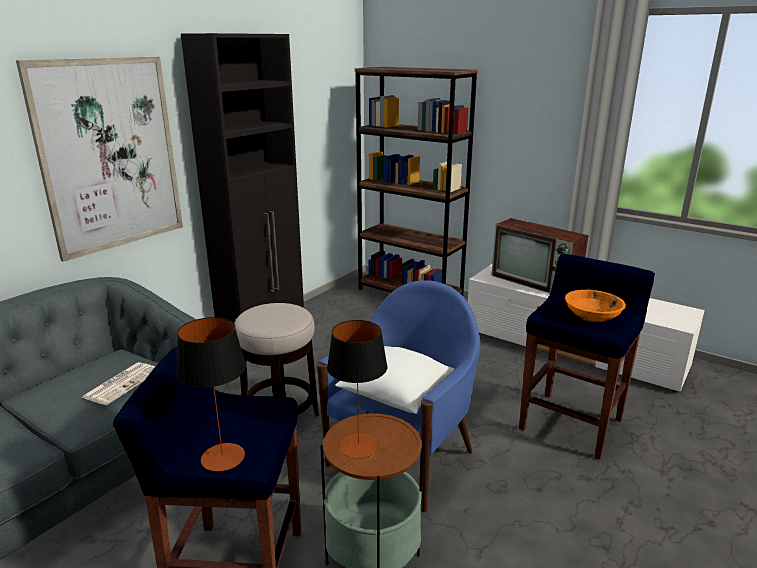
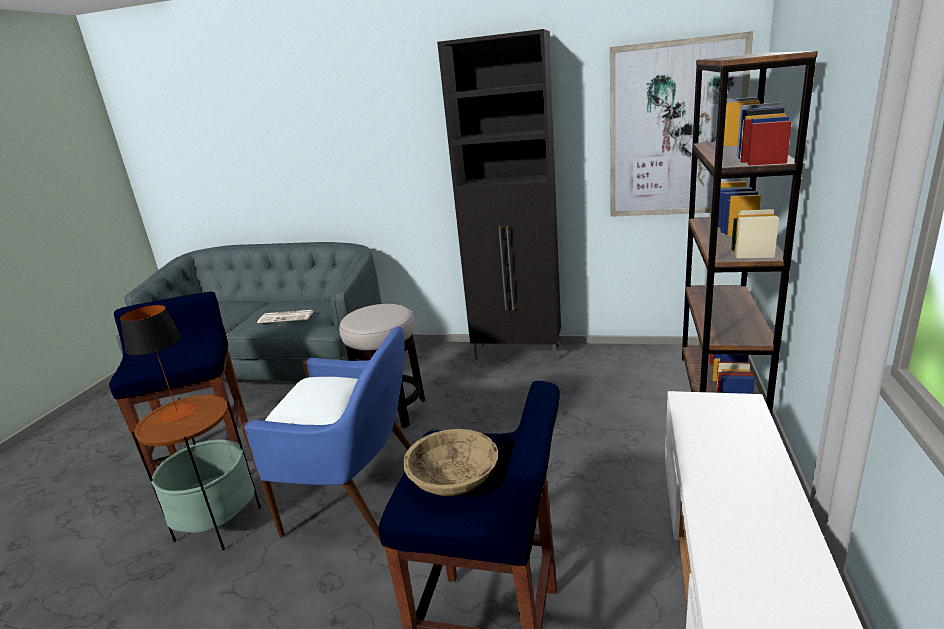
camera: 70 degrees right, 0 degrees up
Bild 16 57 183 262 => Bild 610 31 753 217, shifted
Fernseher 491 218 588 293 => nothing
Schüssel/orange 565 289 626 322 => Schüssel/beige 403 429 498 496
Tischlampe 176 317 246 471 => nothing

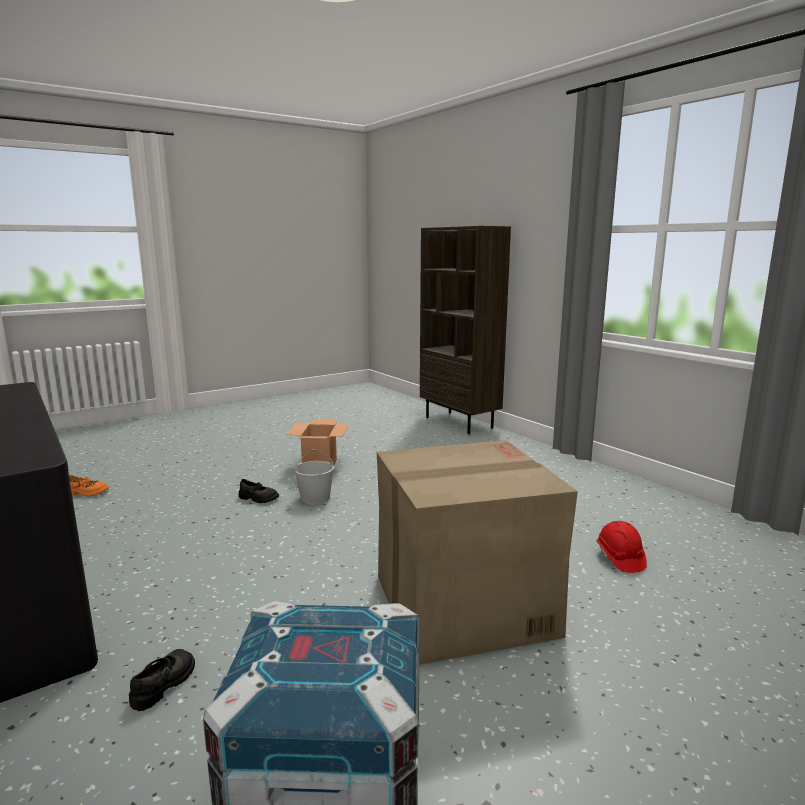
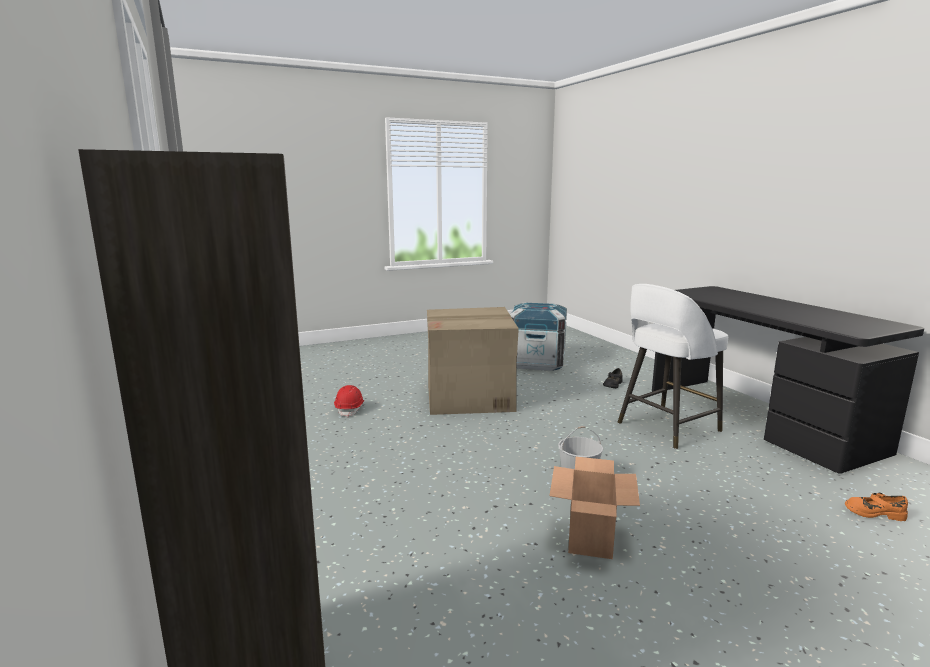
camera: 170 degrees left, 0 degrees up
Schuh/schwarz 239 479 279 503 => nothing
nothing => Hocker/weiß 618 284 728 449

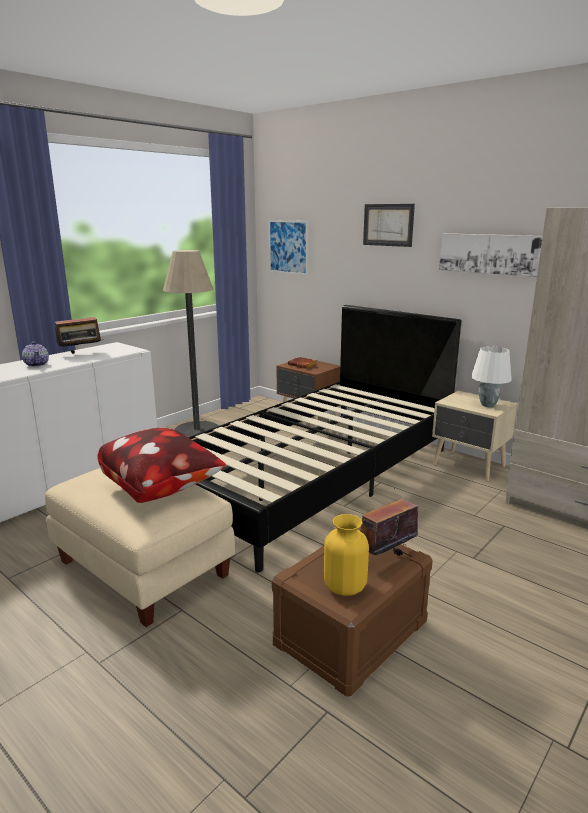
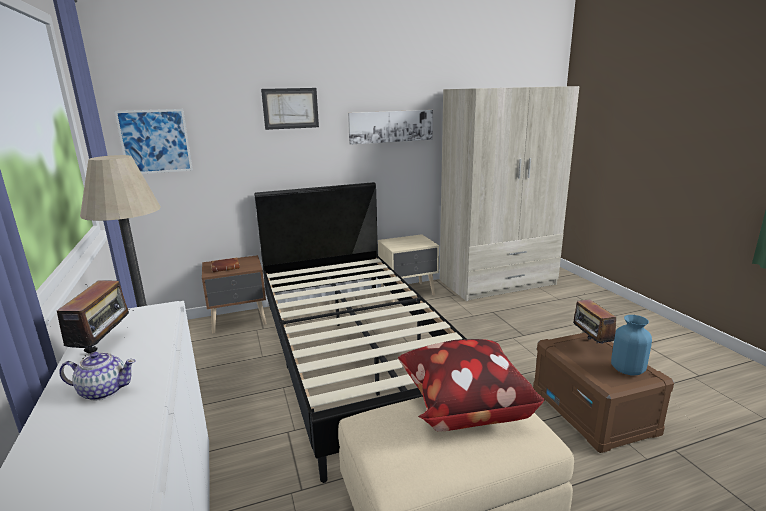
camera: 60 degrees left, 0 degrees up
Tischlampe/weiß 471 346 512 407 => nothing
Vase/gelb 324 514 369 596 => Vase/blau 611 315 652 375

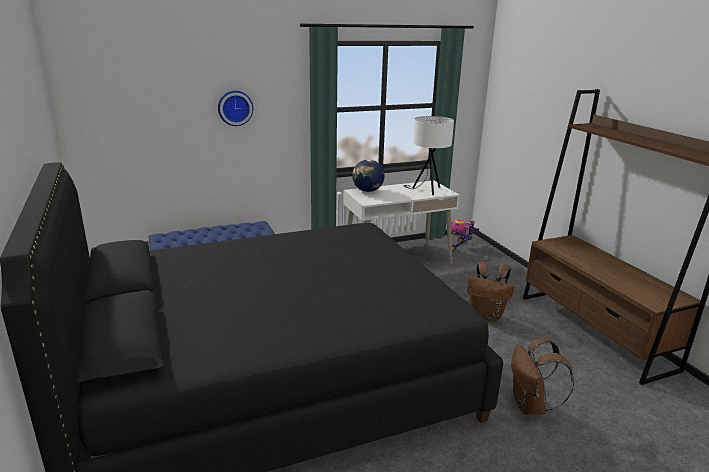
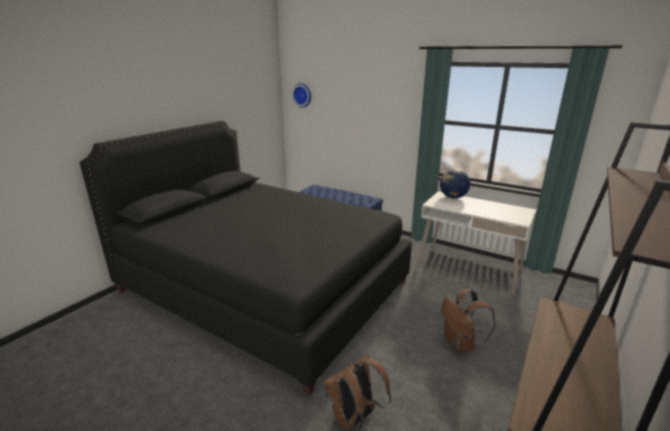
camera: 55 degrees right, 0 degrees up
Wanduhr 218 91 253 126 => Wanduhr 292 83 311 108, shifted
Tischlampe/weiß 404 116 454 195 => nothing
Spielzeugroboter 451 220 479 251 => nothing

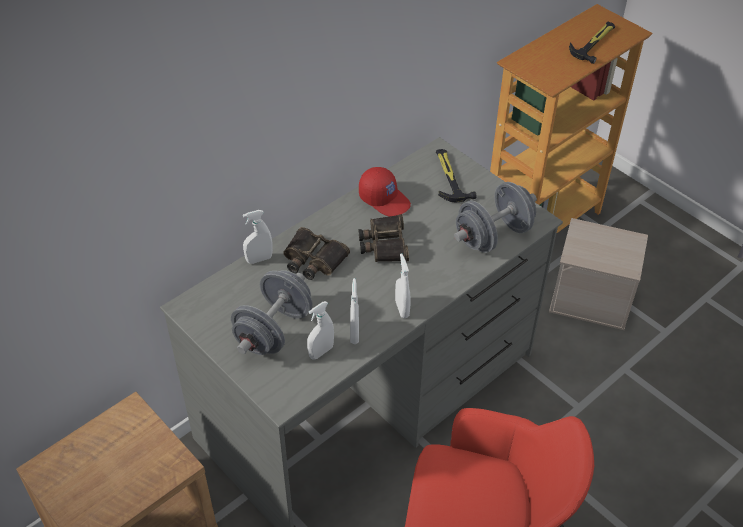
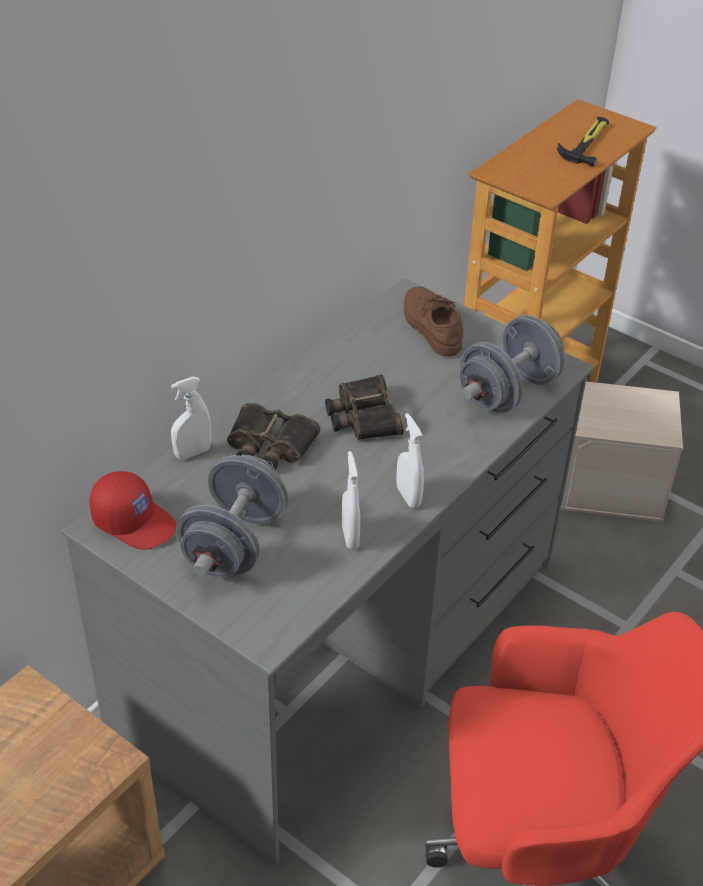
camera: 10 degrees left, 5 degrees down
Hammer 436 149 477 202 => Schuh/braun 404 286 463 356
Kappe/rot 359 167 411 216 => Kappe/rot 89 471 177 550, shifted
Sprühflasche/weiß 307 301 334 360 => nothing

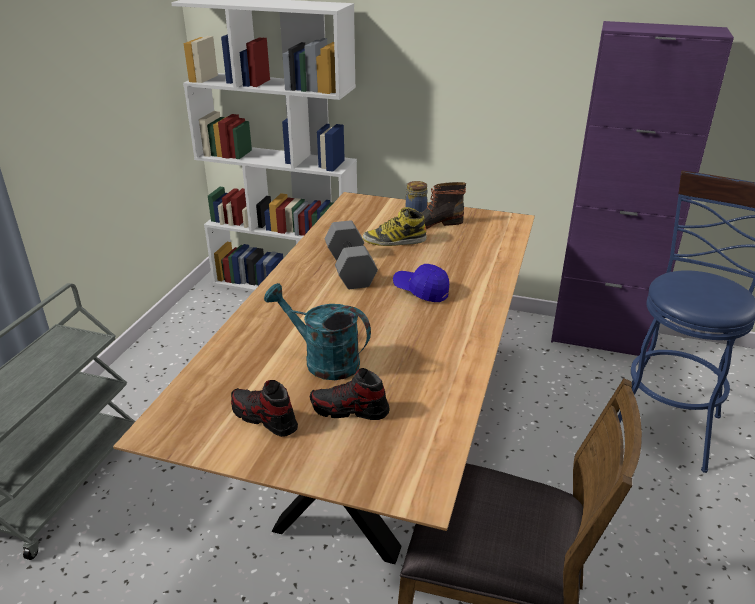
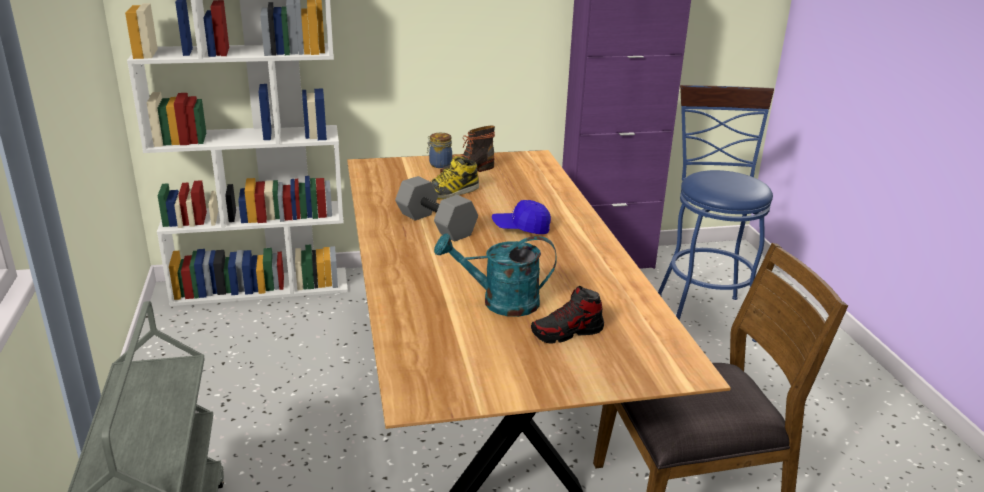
camera: 30 degrees left, 5 degrees down
Schuh 231 380 298 437 => nothing

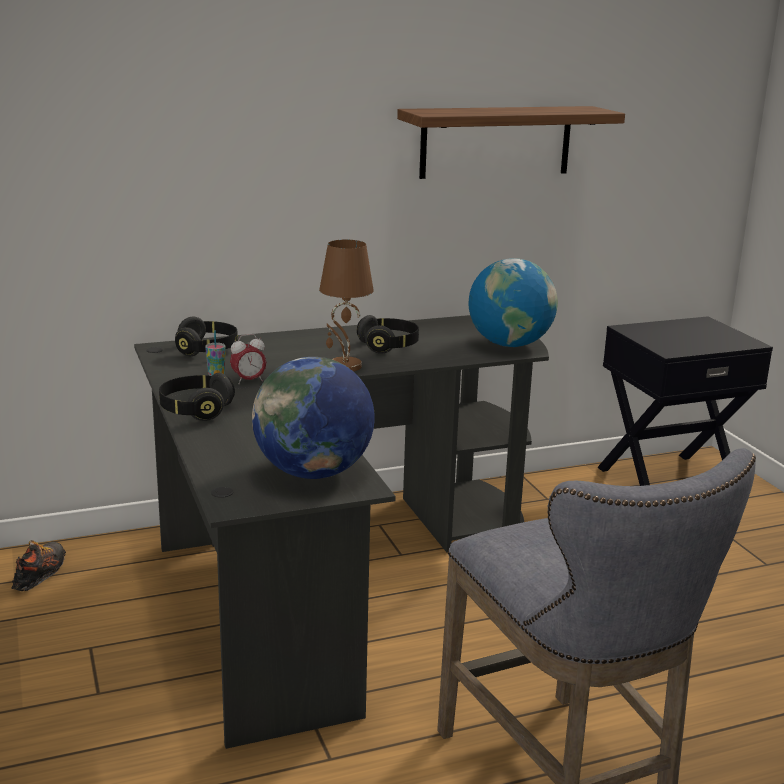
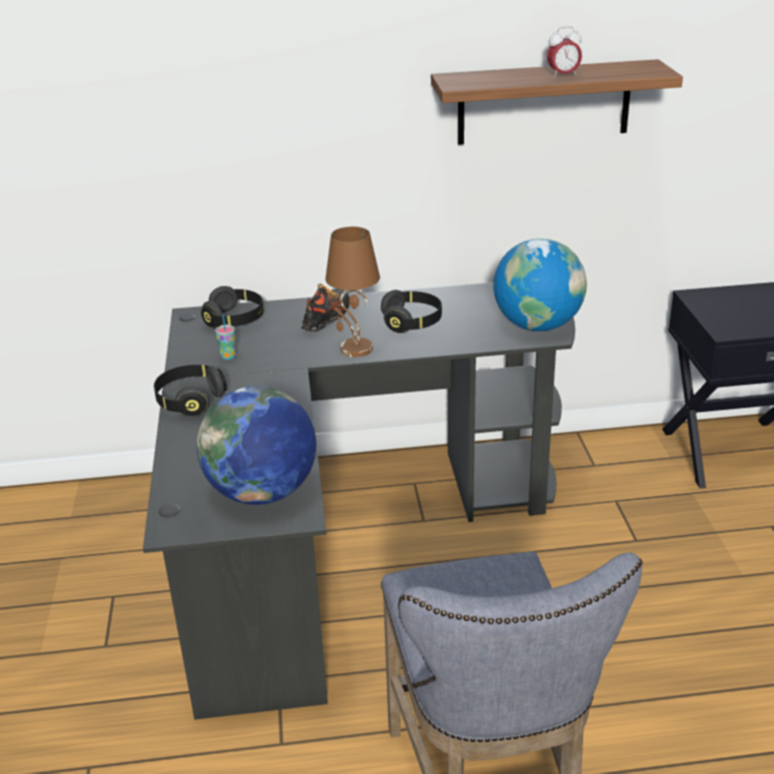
camera: 15 degrees right, 10 degrees up
Wecker 230 334 266 384 => Wecker 547 27 582 78, shifted
Schuh 11 540 66 591 => Schuh 301 284 350 332, shifted

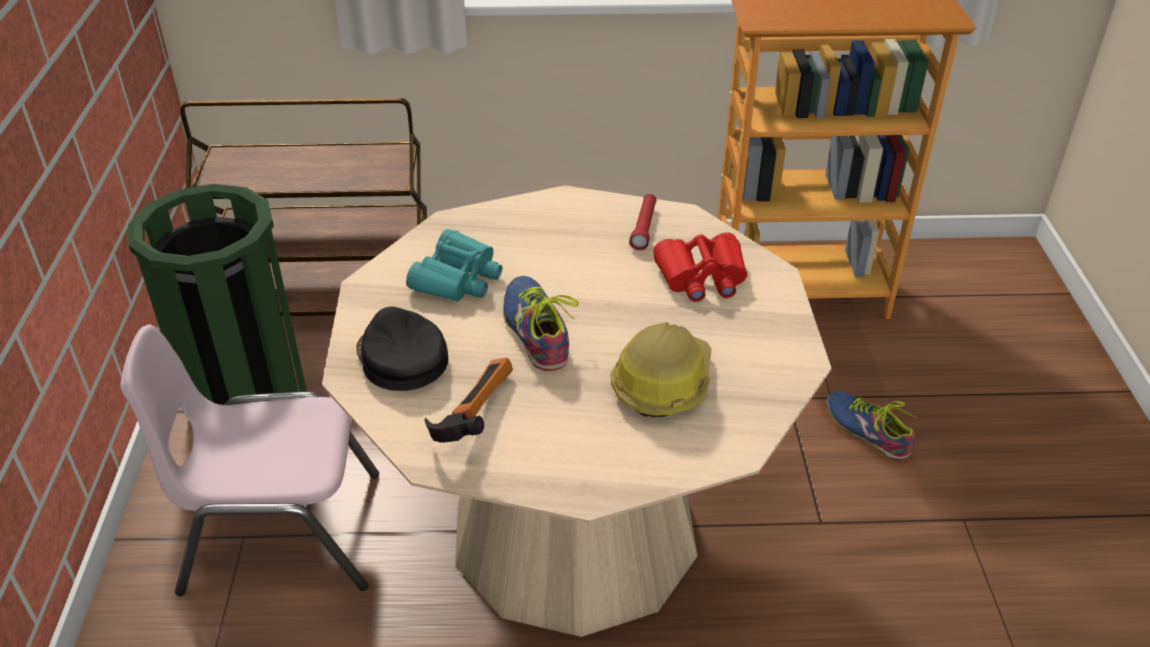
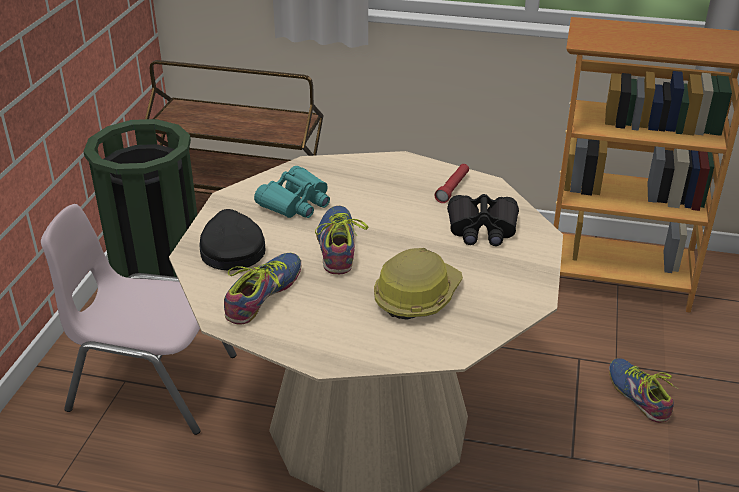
camera: 15 degrees right, 5 degrees down
Fernglas/rot 653 232 747 302 => Fernglas/schwarz 447 194 519 246
Hammer 424 358 513 443 => Schuh 224 253 301 325

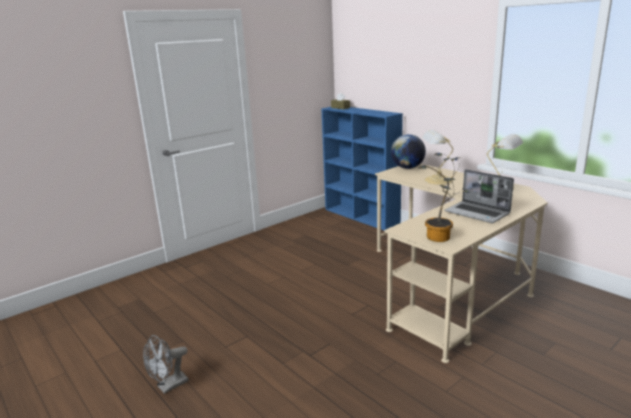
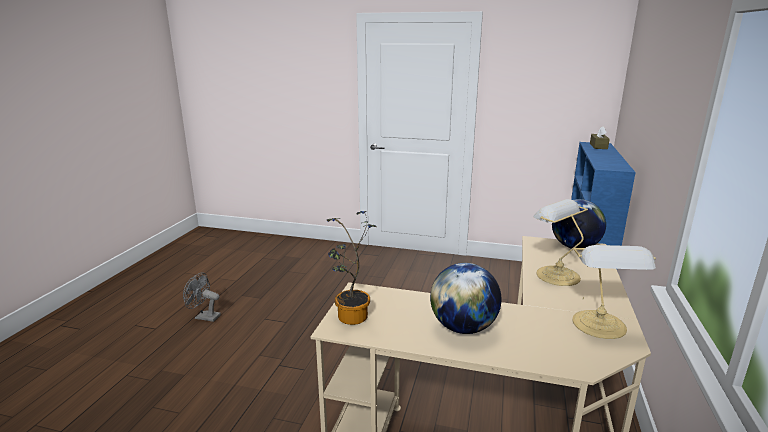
camera: 55 degrees right, 0 degrees up
Laptop 444 169 514 223 => Globus 430 263 501 334

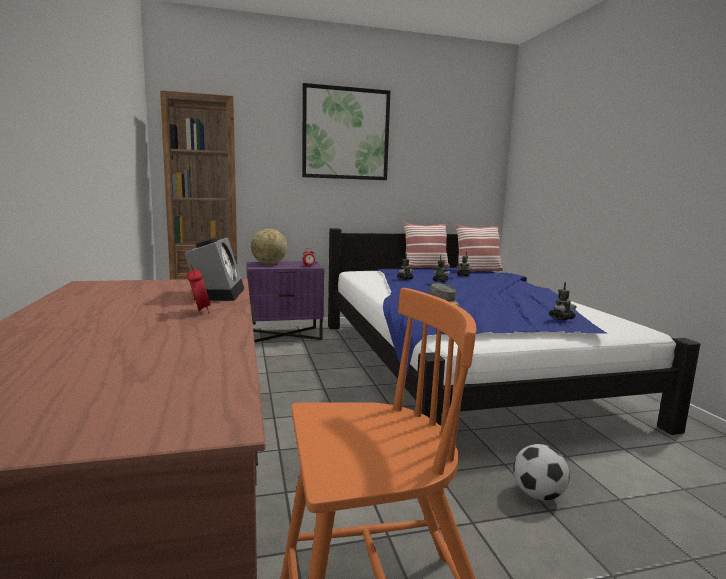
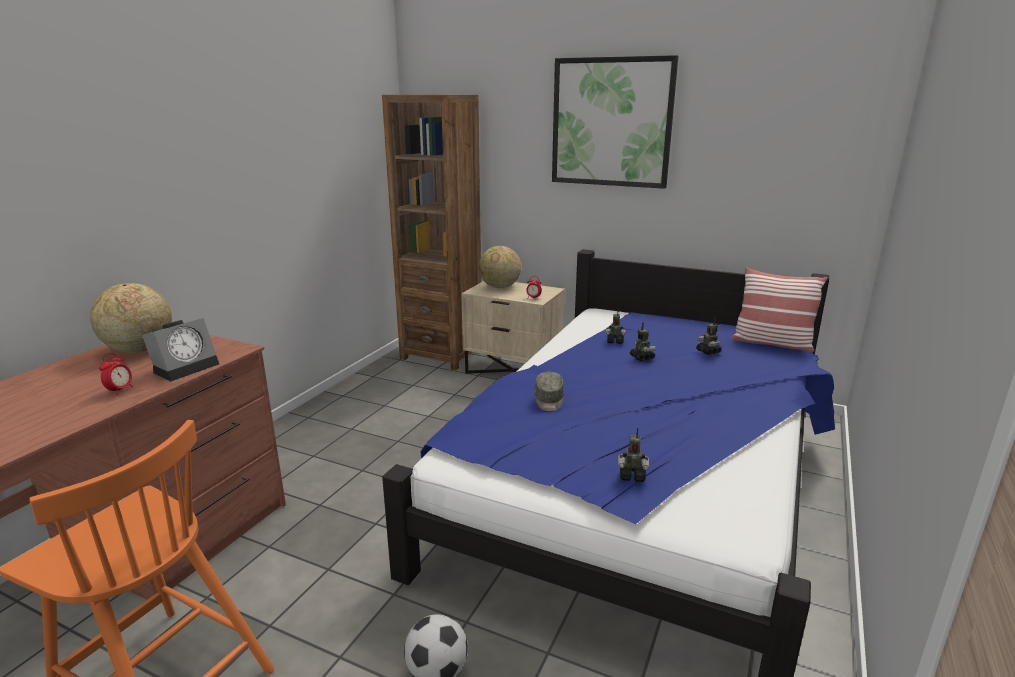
camera: 40 degrees right, 10 degrees up
Kissen 403 222 450 268 => nothing
Nachttisch/lila 246 261 324 342 => Nachttisch/beige 461 281 565 374
nothing => Globus 90 283 172 353

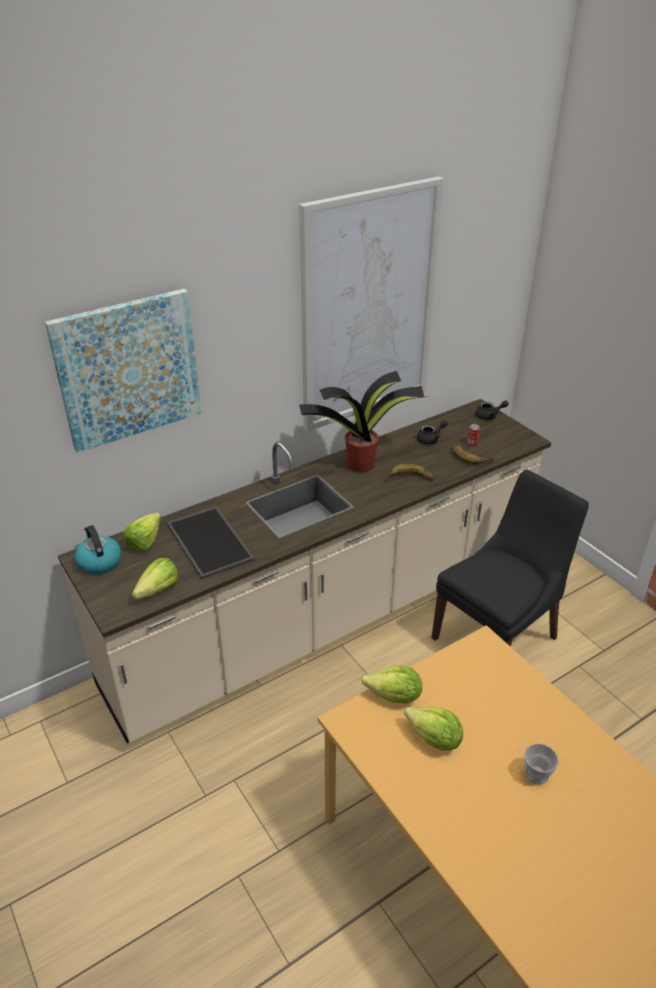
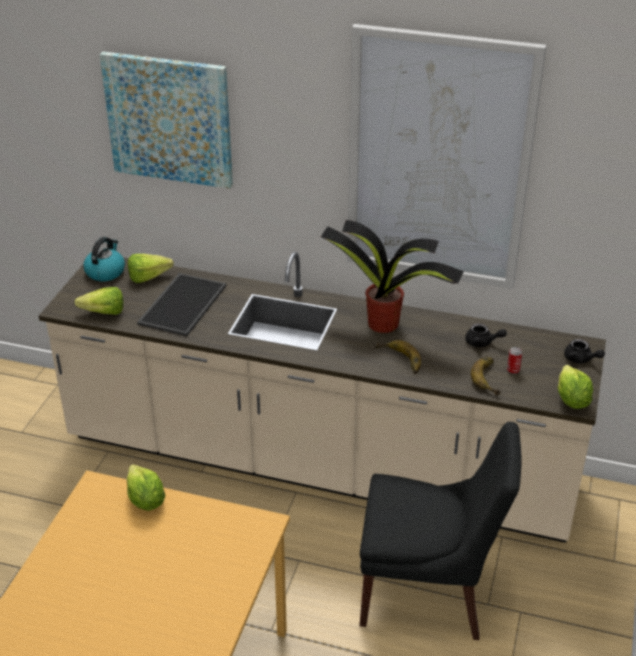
camera: 50 degrees right, 0 degrees up
Salatkopf 404 707 463 750 => Salatkopf 558 365 593 409, shifted
Tasse 524 743 559 785 => nothing

